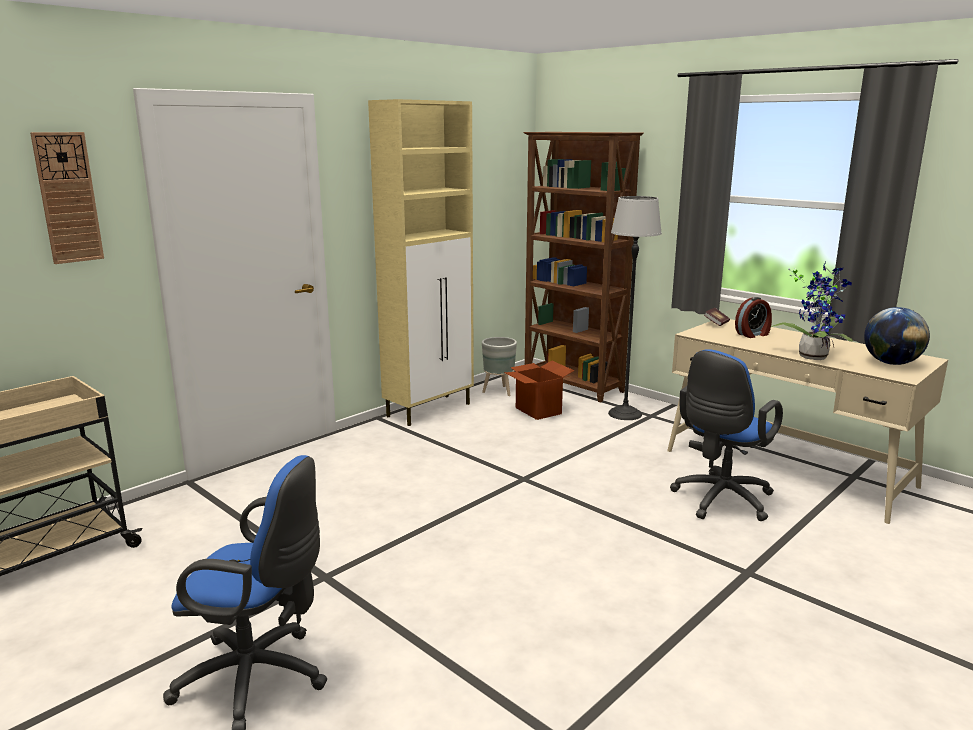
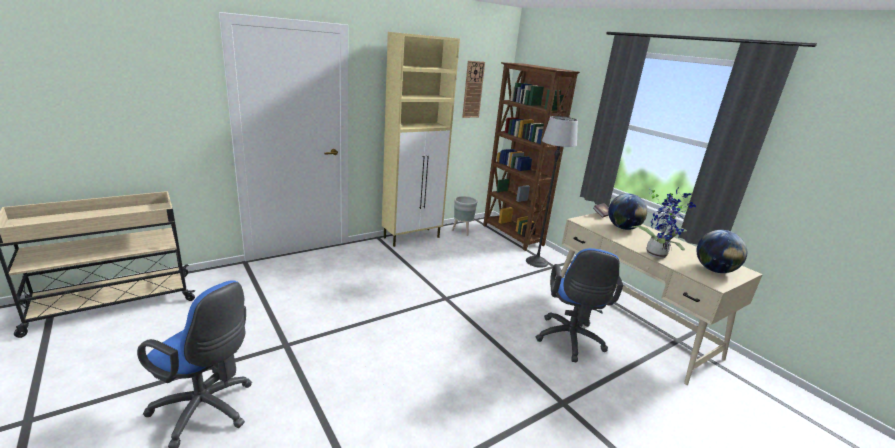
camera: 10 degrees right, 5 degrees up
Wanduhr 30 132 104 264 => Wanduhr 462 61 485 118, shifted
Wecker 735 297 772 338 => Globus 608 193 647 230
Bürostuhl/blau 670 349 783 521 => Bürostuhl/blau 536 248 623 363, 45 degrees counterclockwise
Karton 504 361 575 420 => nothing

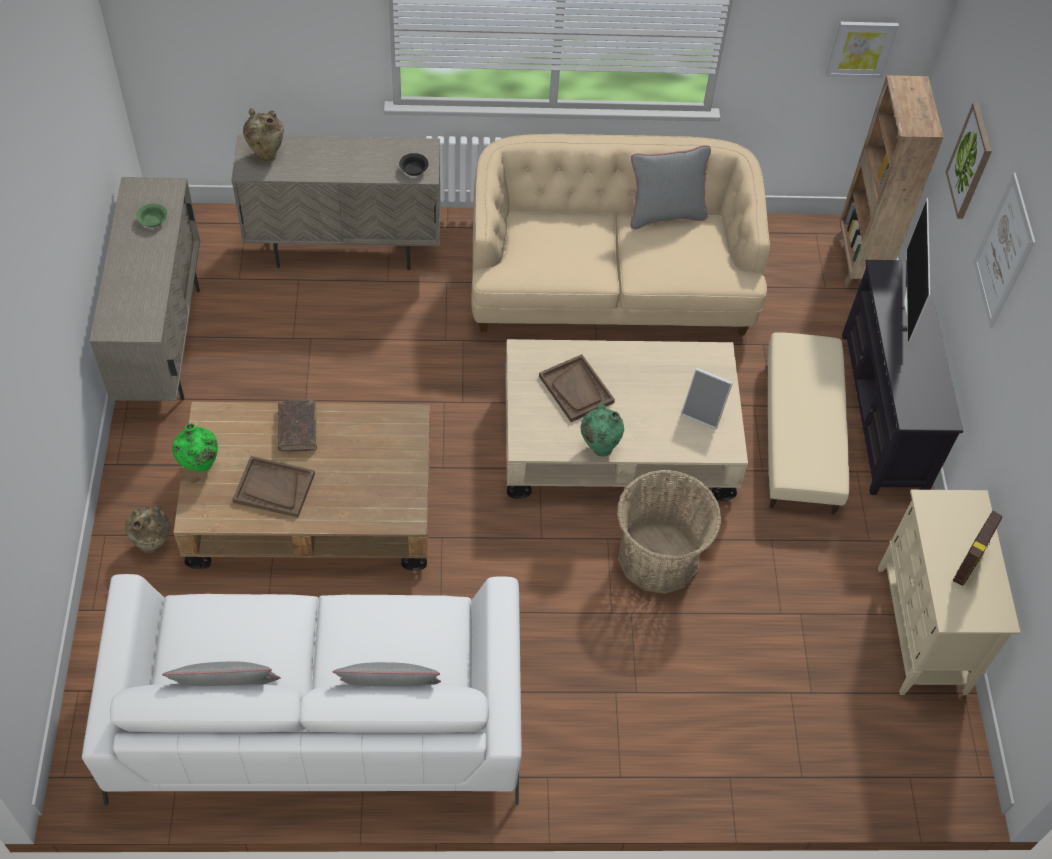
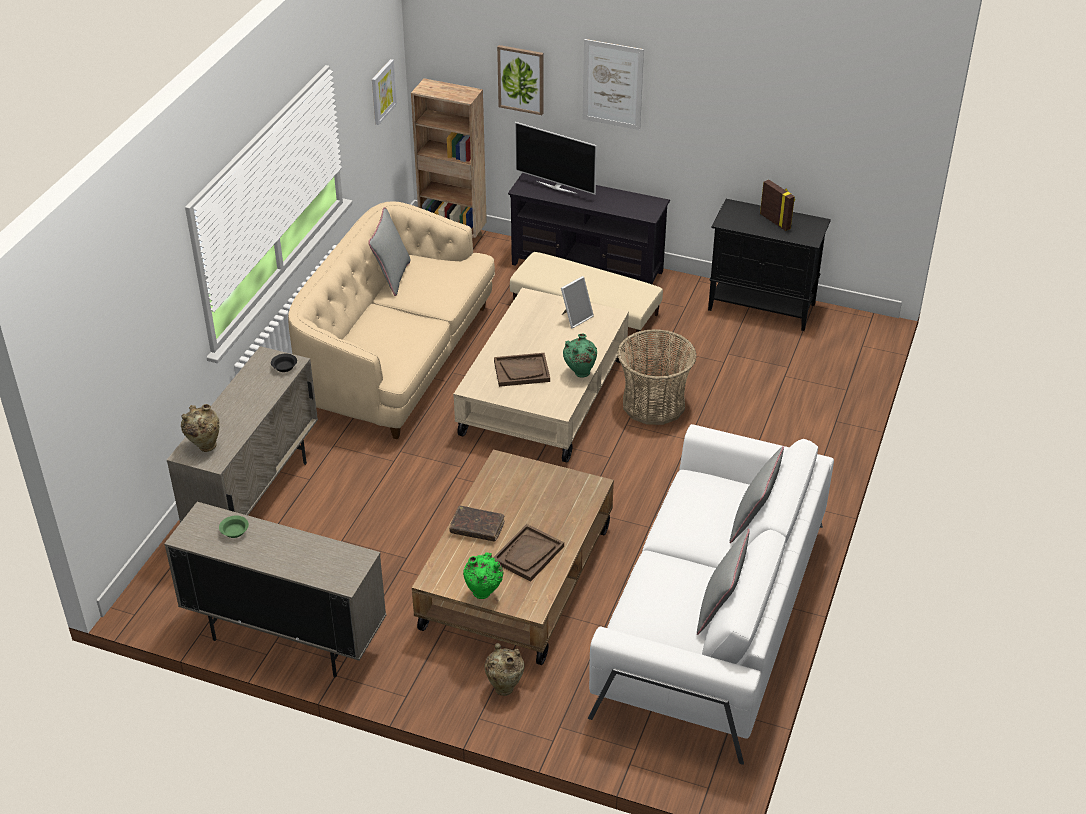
camera: 65 degrees left, 15 degrees down
Schrank/beige 878 490 1021 695 => Schrank/schwarz 708 199 831 331

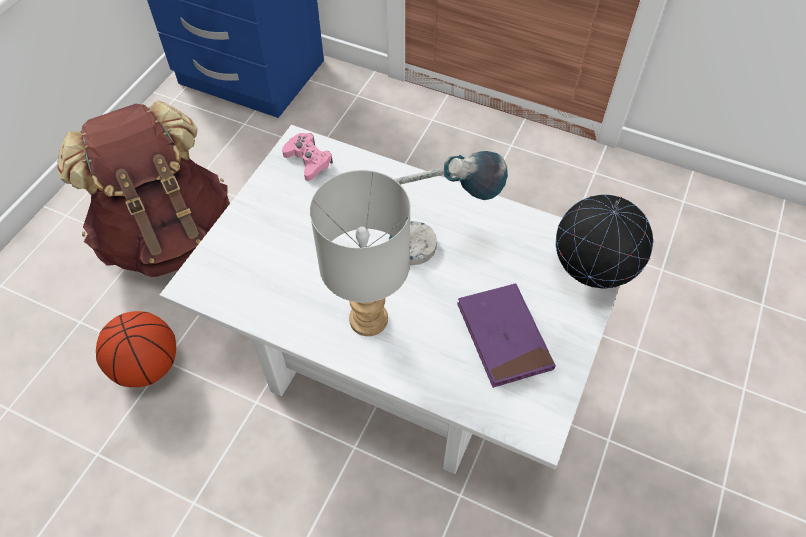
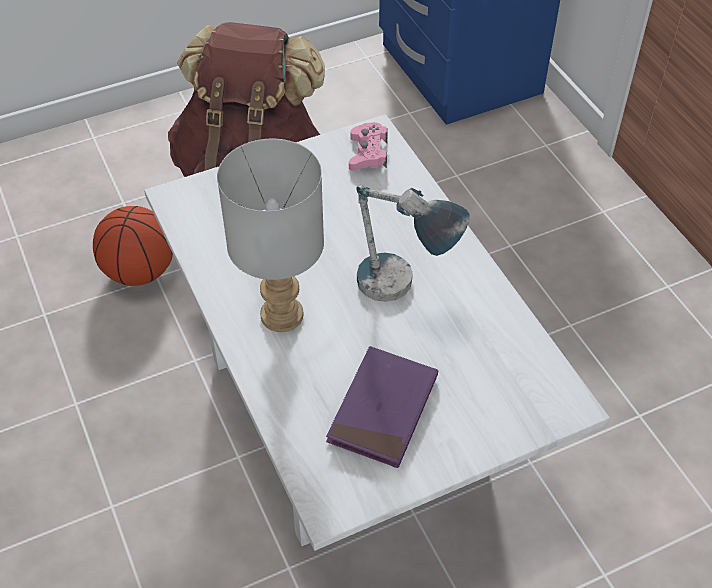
camera: 40 degrees right, 5 degrees down
Globus 556 195 653 289 => nothing

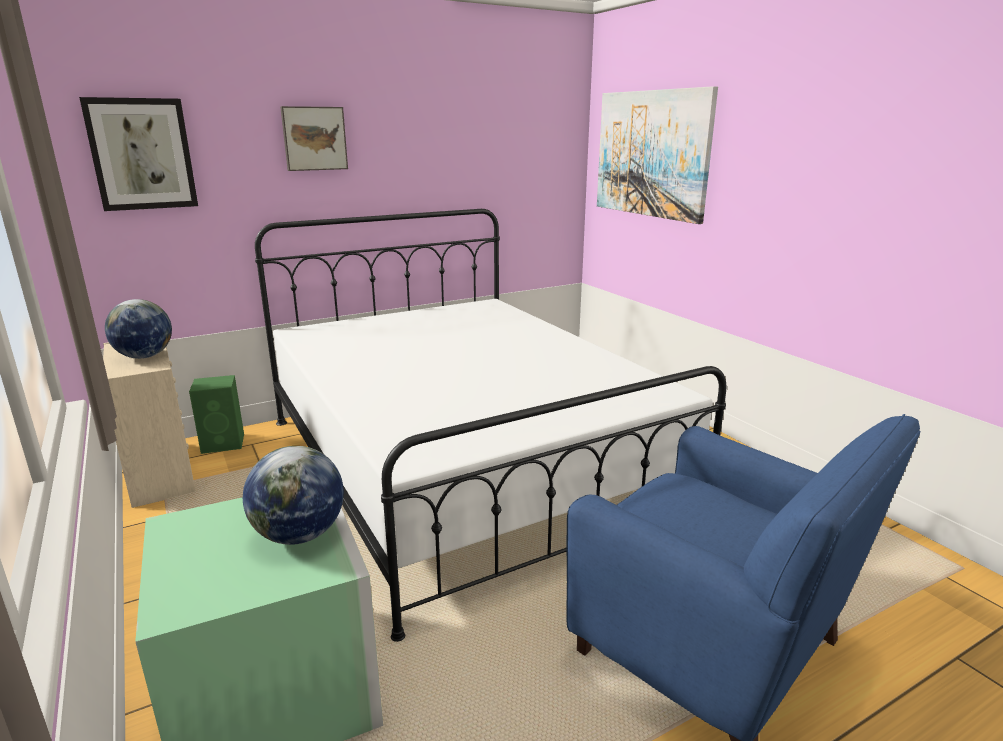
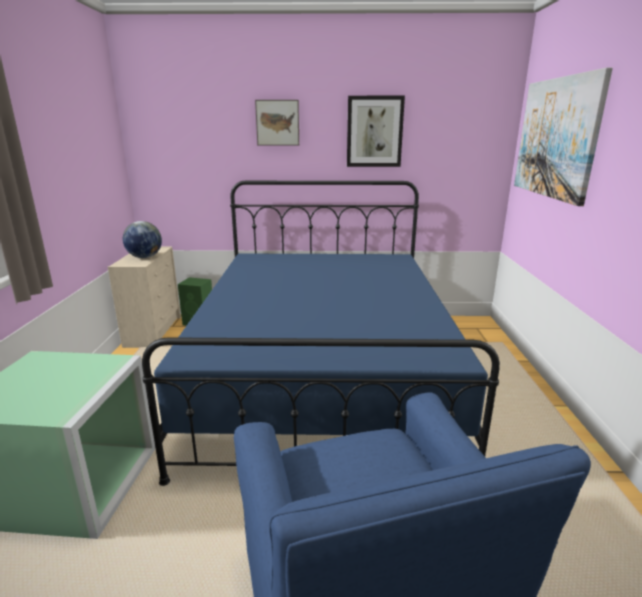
camera: 30 degrees right, 0 degrees up
Bild 79 97 198 211 => Bild 347 96 405 167, shifted
Bett/weiß 255 209 726 642 => Bett/blau 142 181 500 486
Globus 243 446 344 545 => nothing

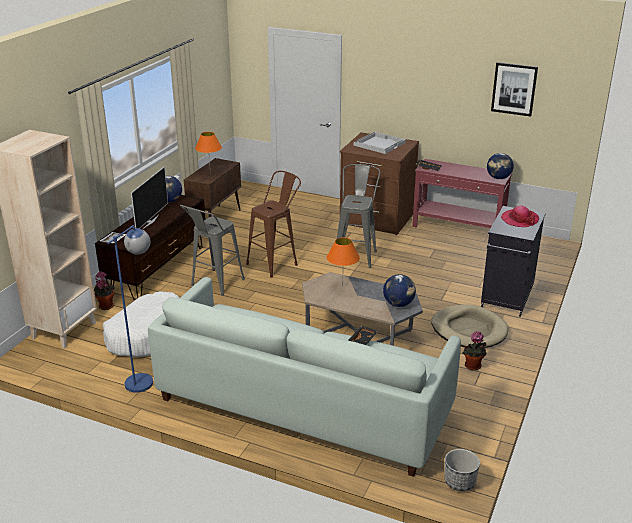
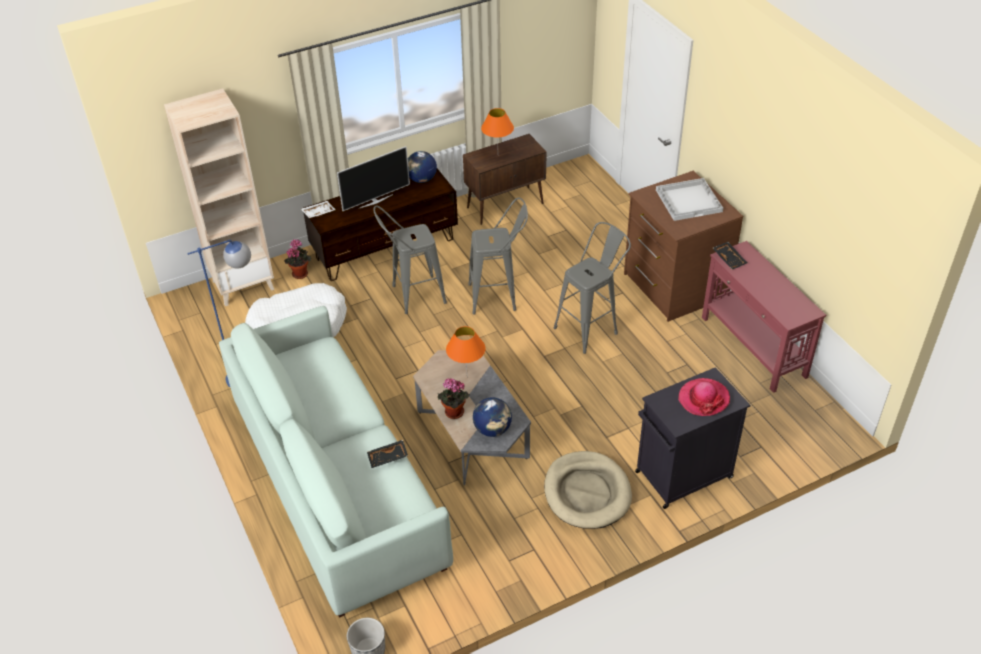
camera: 40 degrees right, 15 degrees up
Bild 491 62 538 117 => nothing
Globus 487 153 514 179 => nothing
Hocker/braun 246 171 301 278 => Hocker/grau 468 197 528 315
Topfpflanze 462 331 487 370 => Topfpflanze 438 378 469 419, shifted

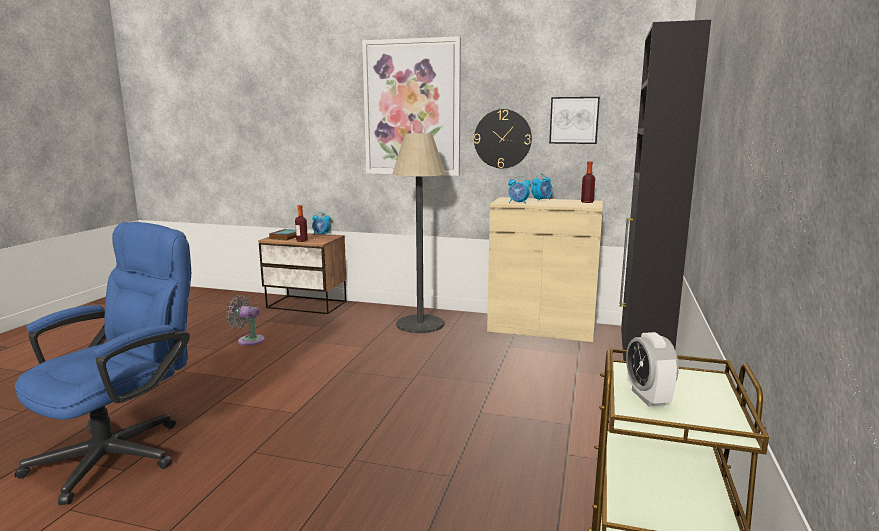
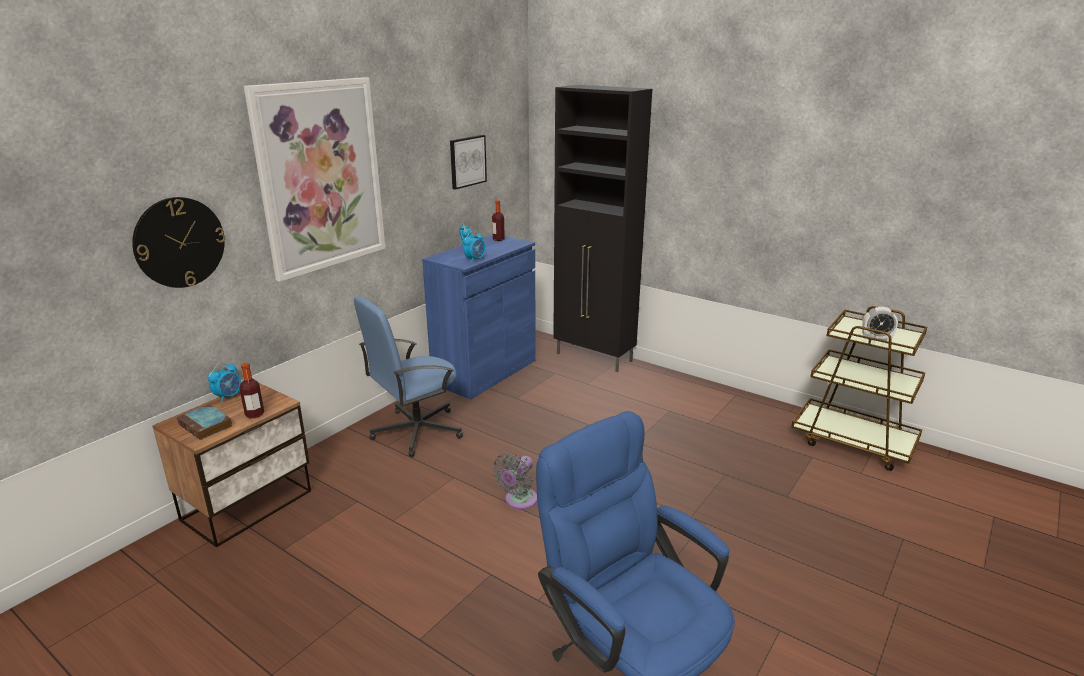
camera: 70 degrees left, 10 degrees up
Wanduhr 474 109 532 169 => Wanduhr 132 197 225 288, shifted
Stehlampe 393 133 445 333 => Bürostuhl/blau 354 296 463 457
Schrank/beige 487 197 603 342 => Schrank/blau 422 235 536 399
Ventilator/grau 227 295 265 346 => Ventilator/grau 493 453 537 509, shifted

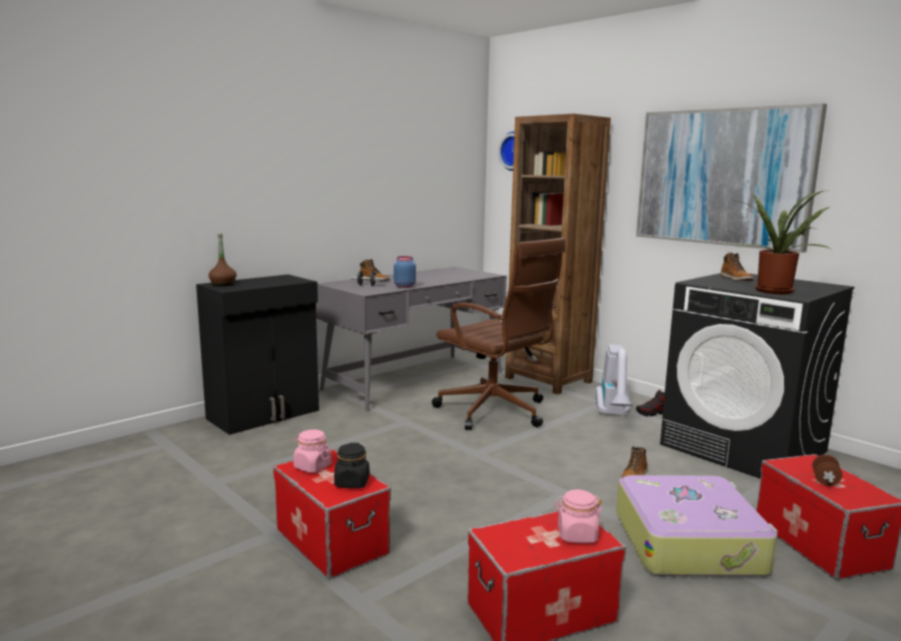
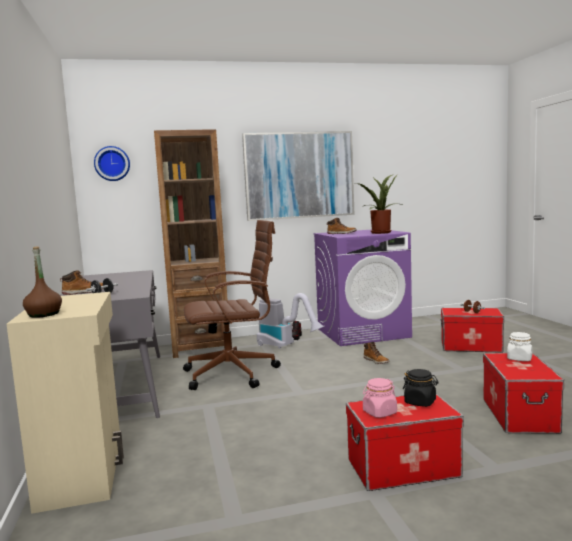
camera: 60 degrees left, 5 degrees down
Vorratsglas/blau 394 256 416 288 => nothing
Waschmaschine/schwarz 660 273 854 479 => Waschmaschine/lila 314 229 412 346
Schrank/schwarz 196 274 319 435 => Schrank/beige 7 292 124 514
Koffer 616 475 778 577 => nothing
Vorratsglas/rosa 554 490 603 543 => Vorratsglas/weiß 507 332 532 361

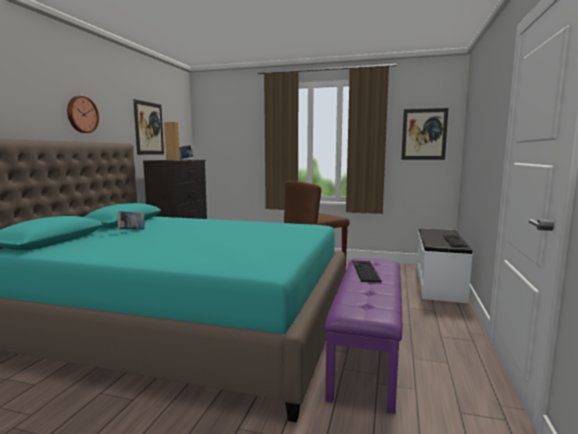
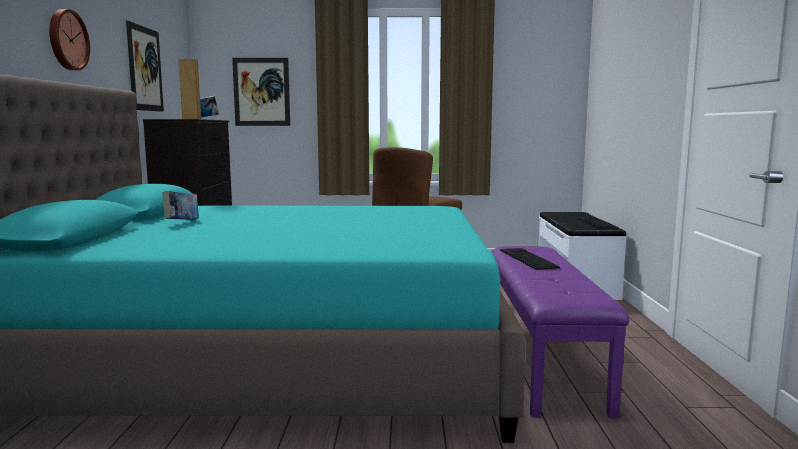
camera: 15 degrees left, 0 degrees up
Bild 401 108 448 160 => Bild 232 58 290 126, shifted

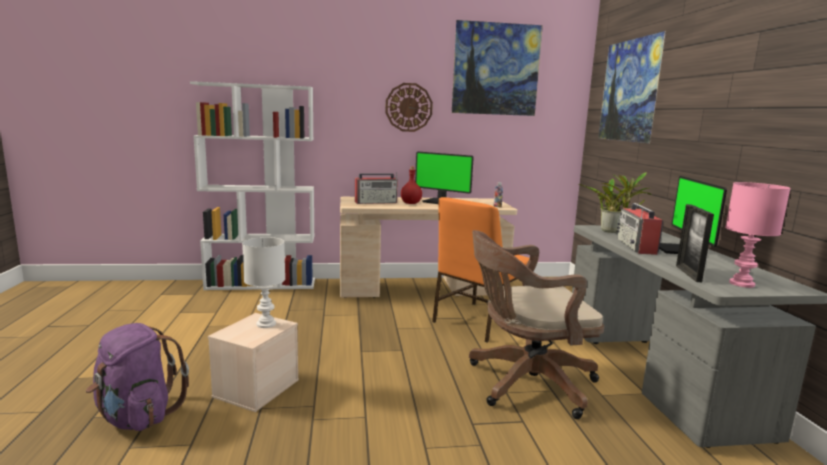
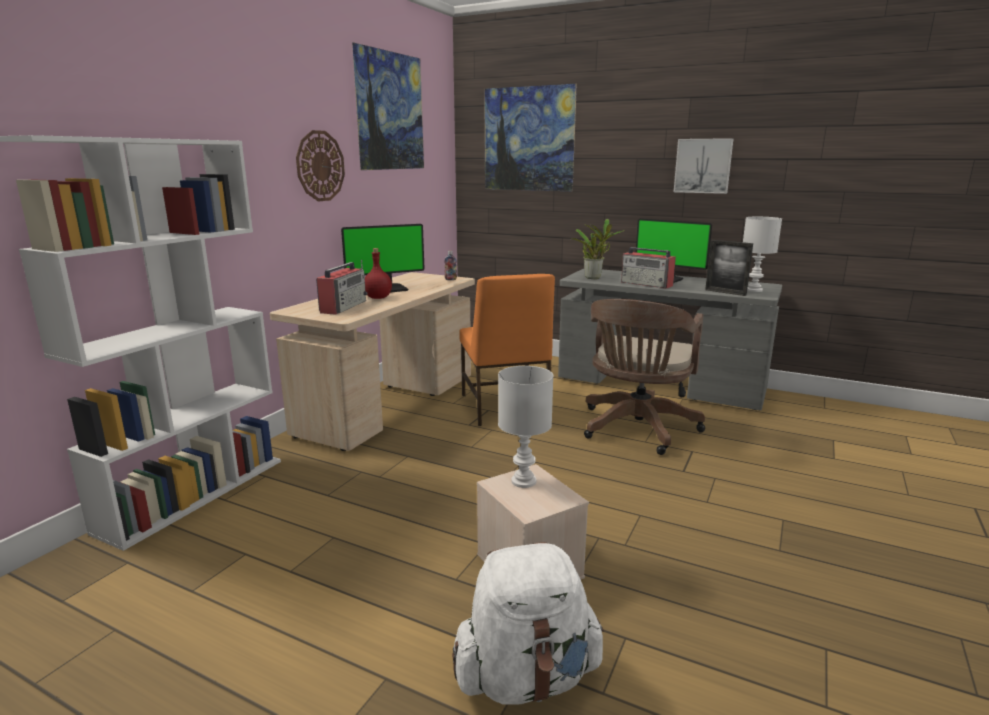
camera: 55 degrees left, 5 degrees up
Tischlampe/rosa 725 182 790 288 => Tischlampe/weiß 743 217 782 292
Rucksack/lila 86 323 189 431 => Rucksack/weiß 452 542 605 704
nothing => Bild 674 138 733 194

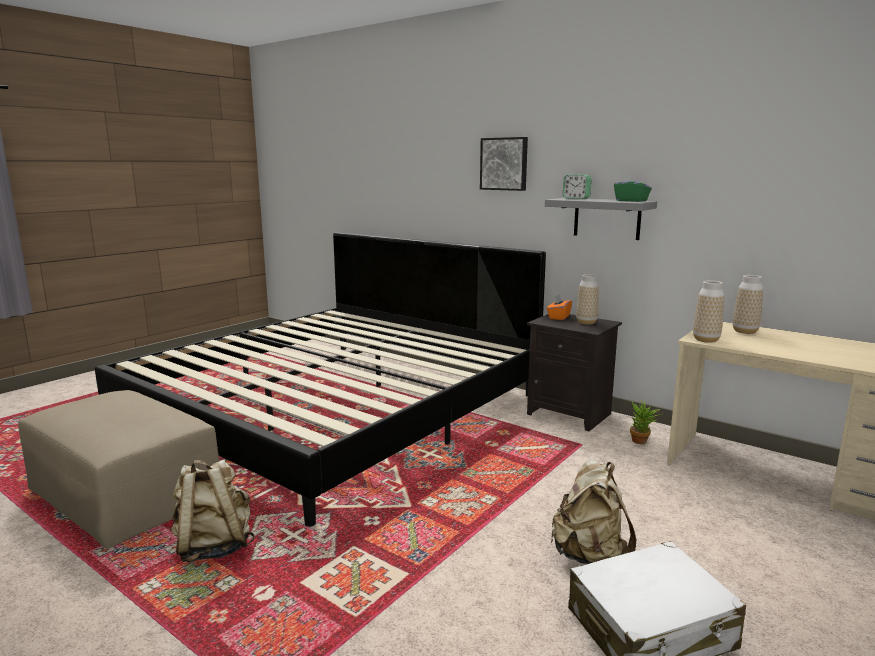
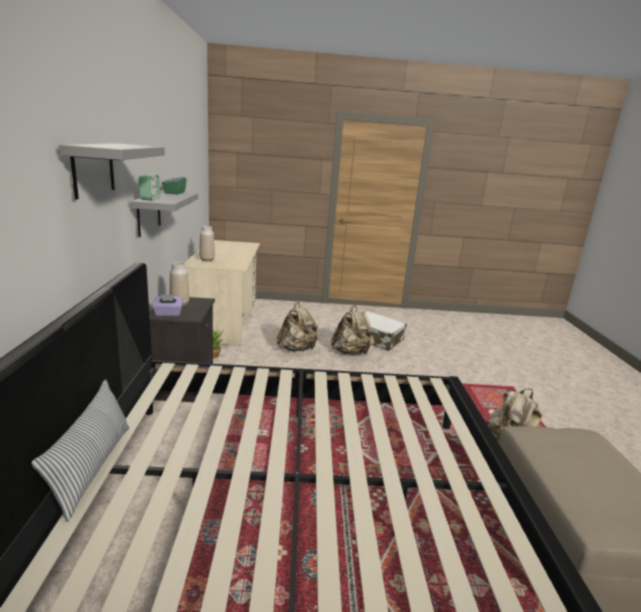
camera: 130 degrees left, 5 degrees up
Bild 480 137 528 191 => Wandregal/grau 59 143 165 200
Vase 693 281 724 343 => nothing
Taschentuchbox/orange 547 294 572 320 => Taschentuchbox/lila 152 294 183 316
nothing => Rucksack/beige 277 302 320 352
nothing => Kissen 31 380 129 522

